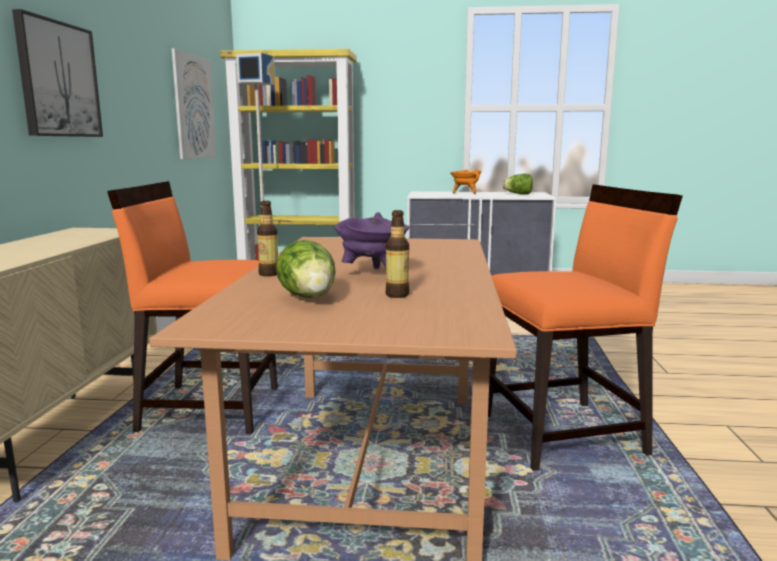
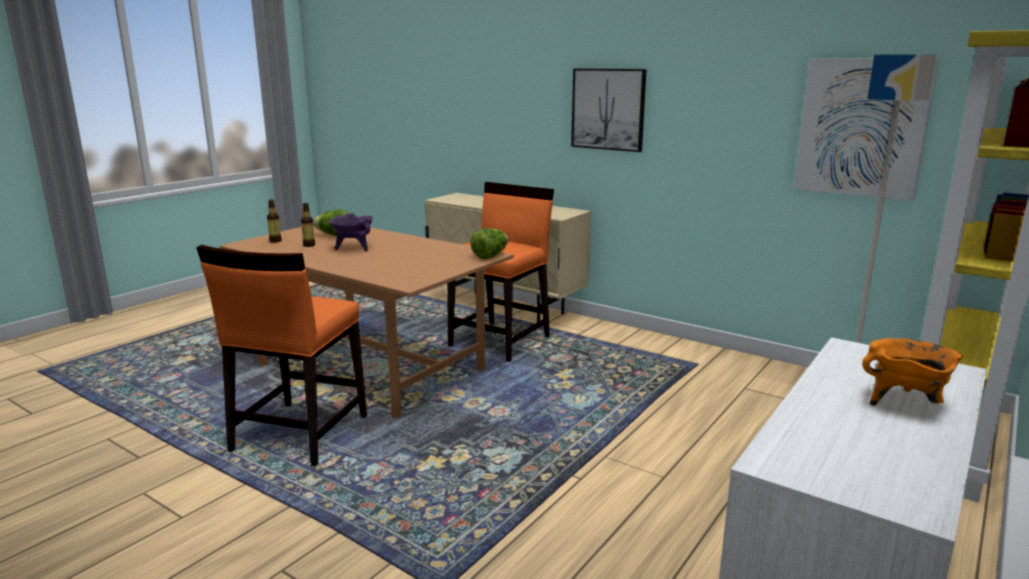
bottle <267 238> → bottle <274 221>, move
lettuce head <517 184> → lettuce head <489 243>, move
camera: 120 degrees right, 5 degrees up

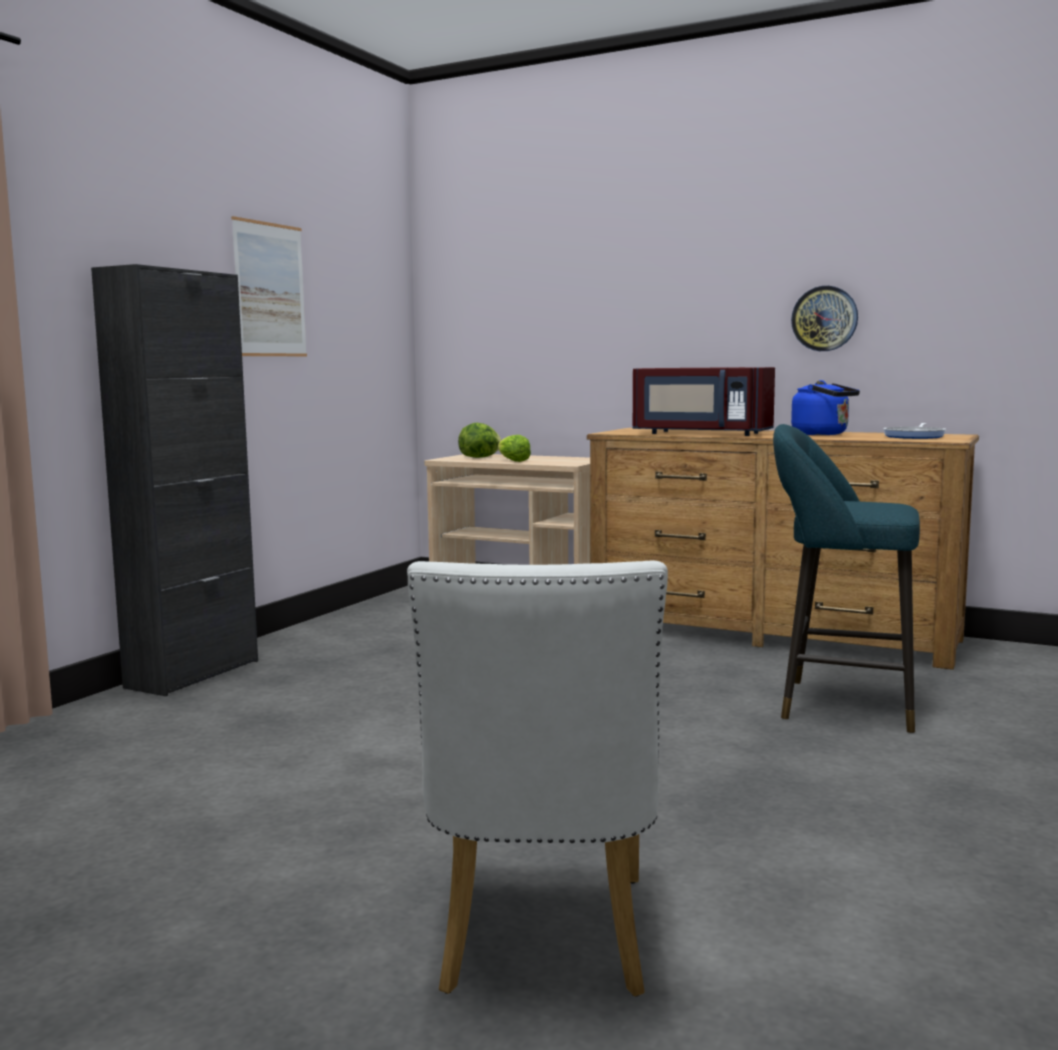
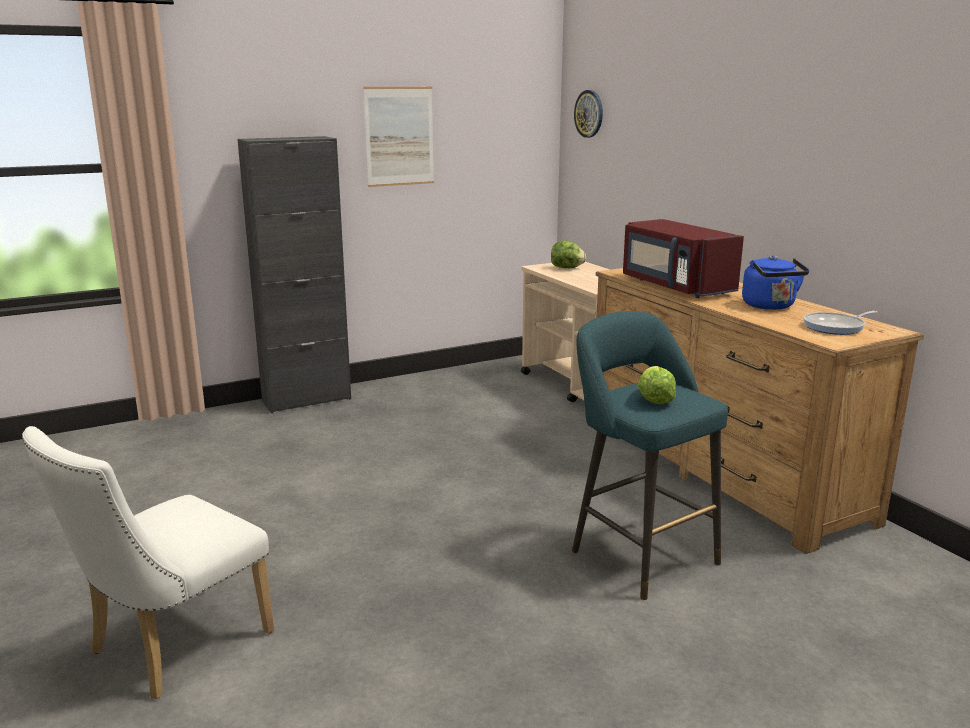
lettuce head <514 448> → lettuce head <657 385>, move
hanging clock <824 318> → hanging clock <588 114>, move
camera: 35 degrees right, 10 degrees up

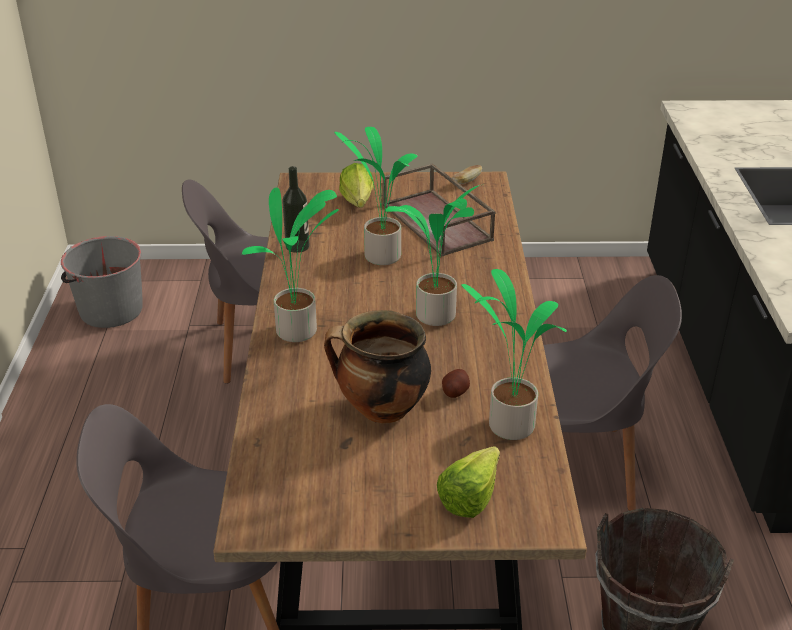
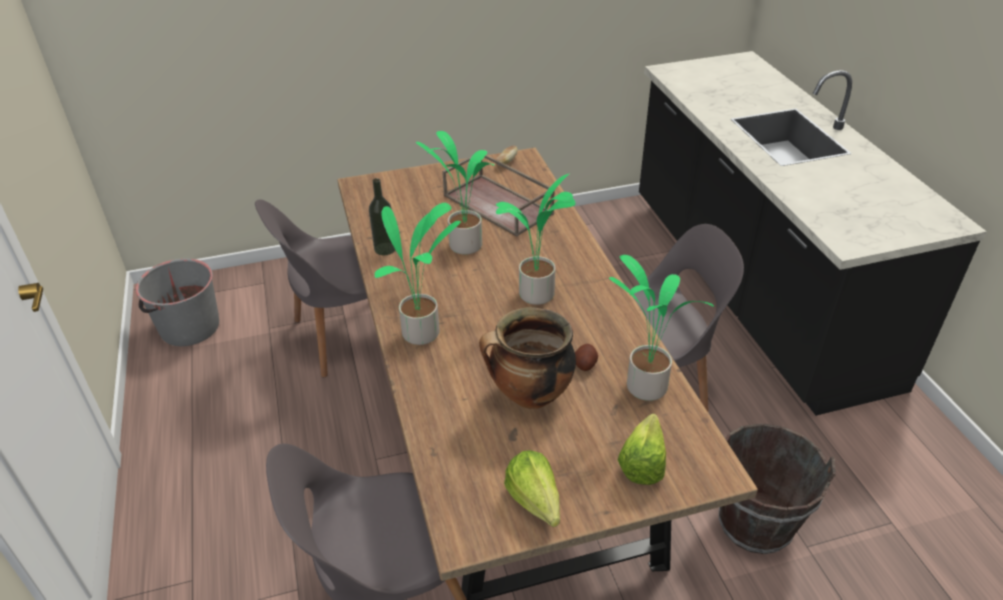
lettuce head <356 185> → lettuce head <532 488>, move
camera: 15 degrees left, 5 degrees up

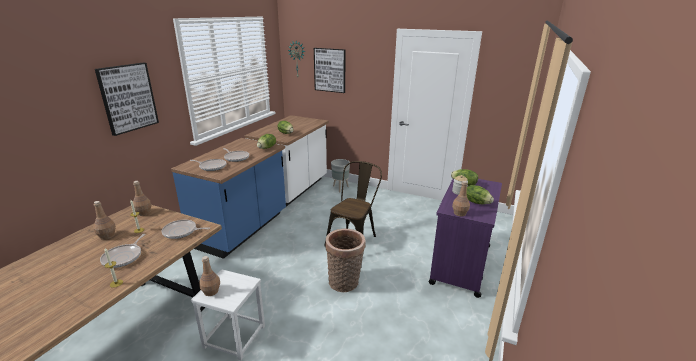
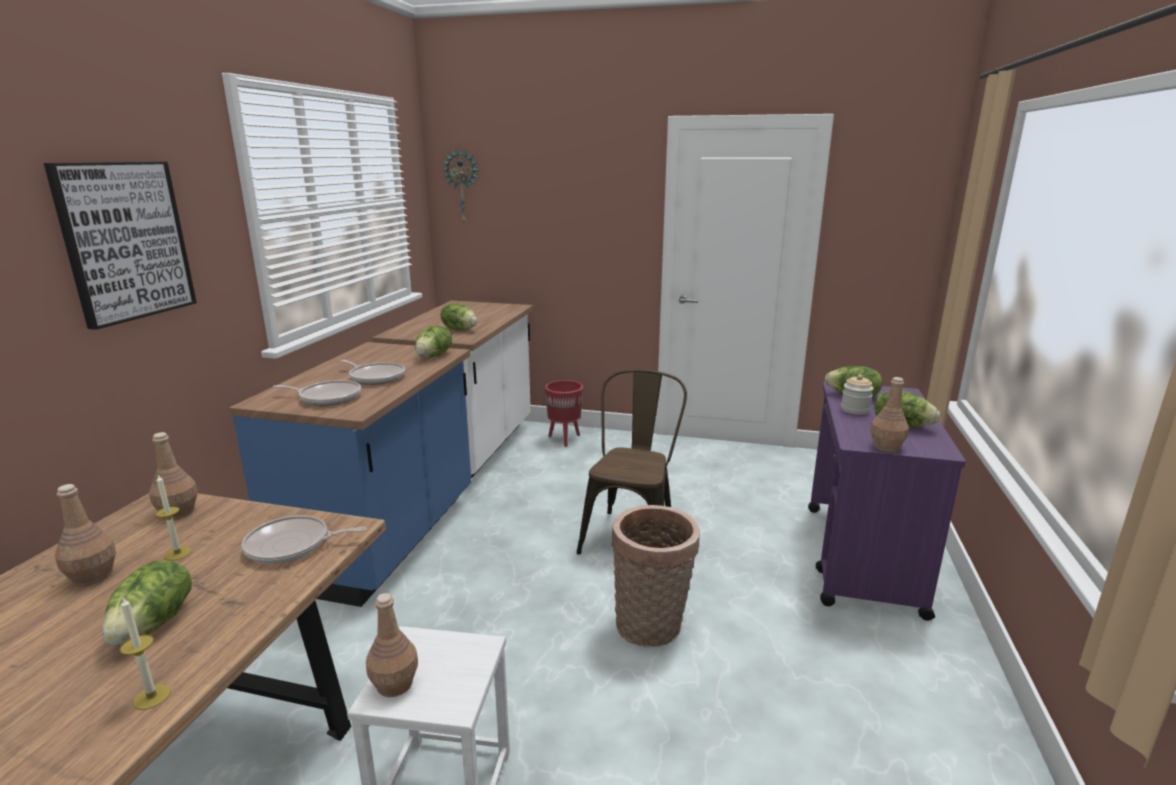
frying pan <123 251> → lettuce head <147 603>
picture <330 70> → -
greyish plant pot <340 175> → reddish plant pot <564 413>
camera: 10 degrees left, 5 degrees down

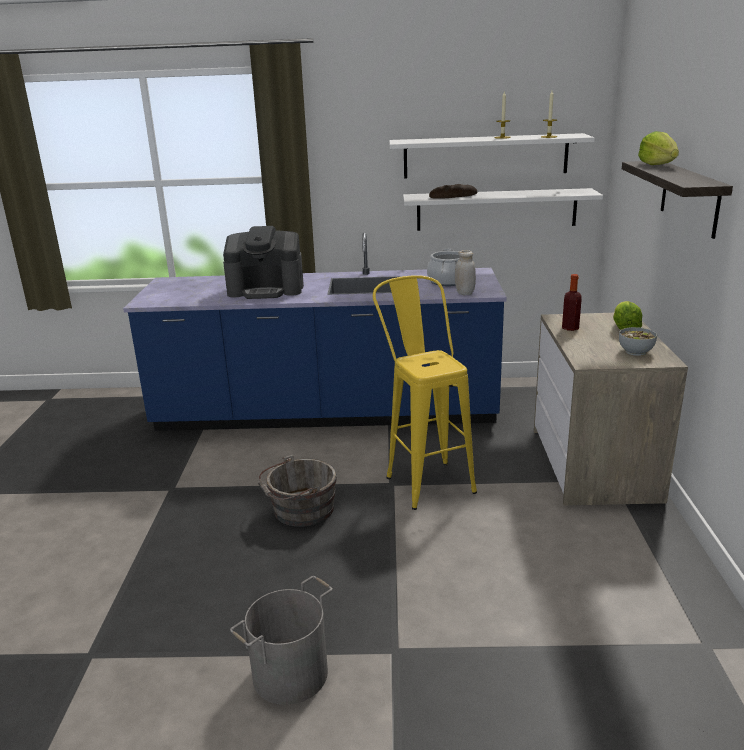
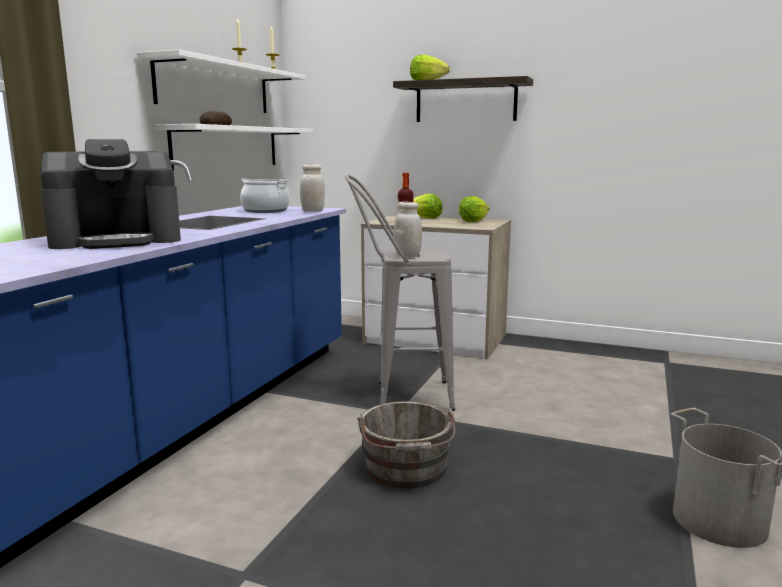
coffee maker <263 262> → coffee maker <111 194>, 45 degrees clockwise
yellow-coloured stool seat <425 392> → greyish stool seat <400 292>
serving bowl <638 341> → lettuce head <474 209>
- → whitish preserve jar <408 229>
camera: 70 degrees left, 10 degrees down

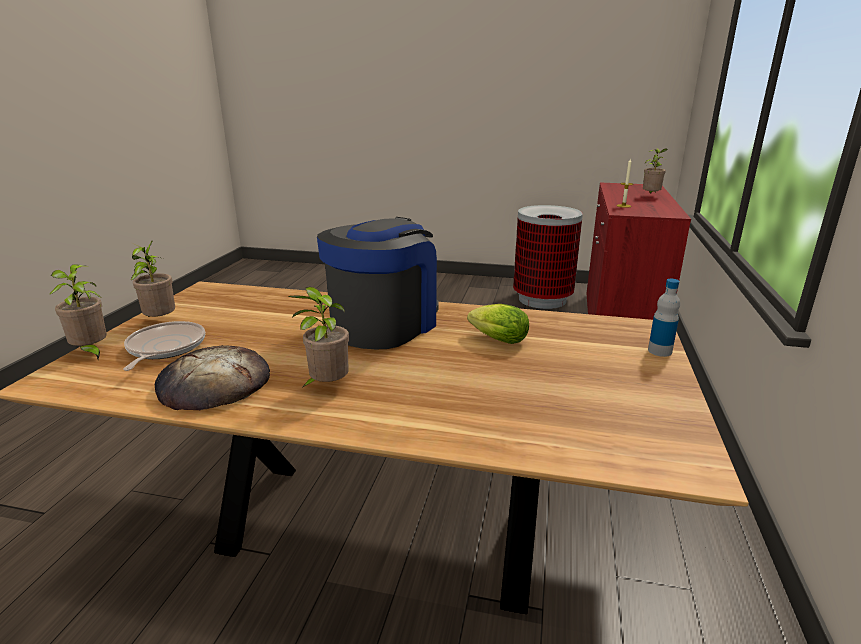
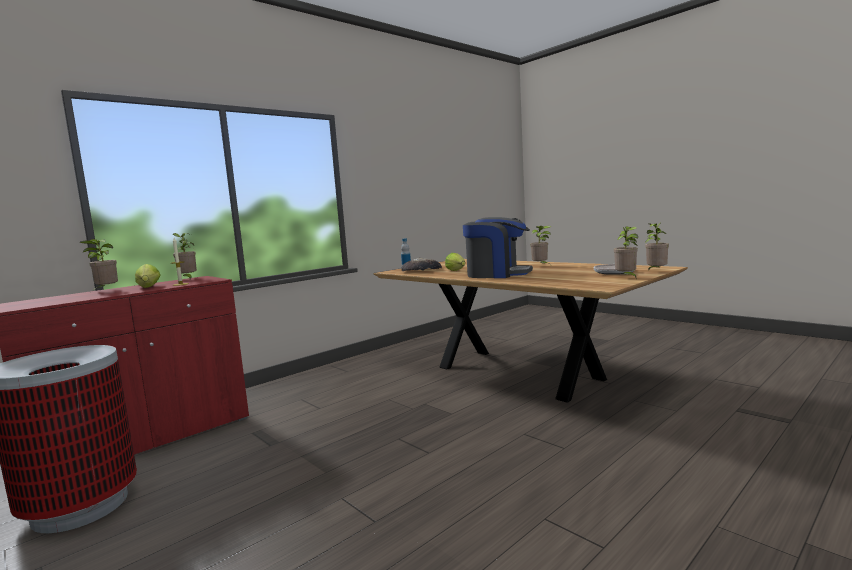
baked bread <212 377> → baked bread <421 264>, move
coffee maker <378 283> → coffee maker <498 247>, 135 degrees counterclockwise
- → lettuce head <147 276>
- → potted plant <184 256>
camera: 145 degrees left, 15 degrees down

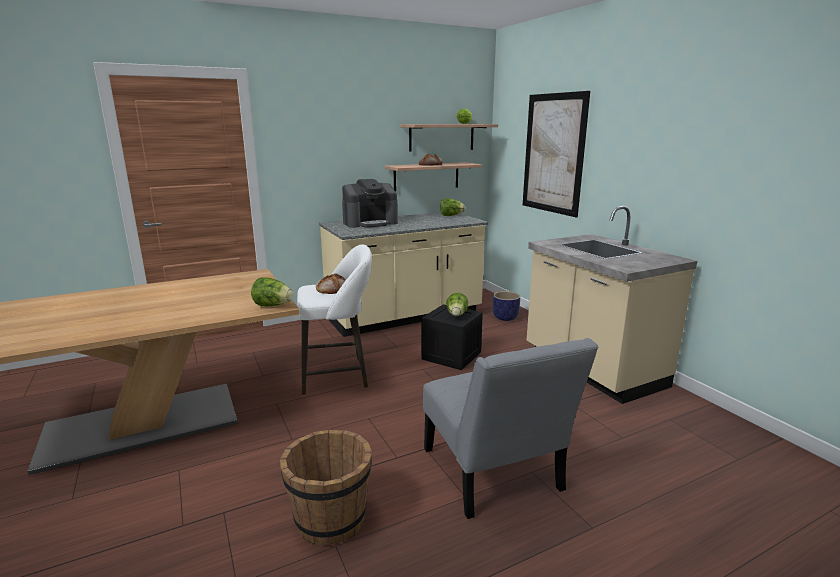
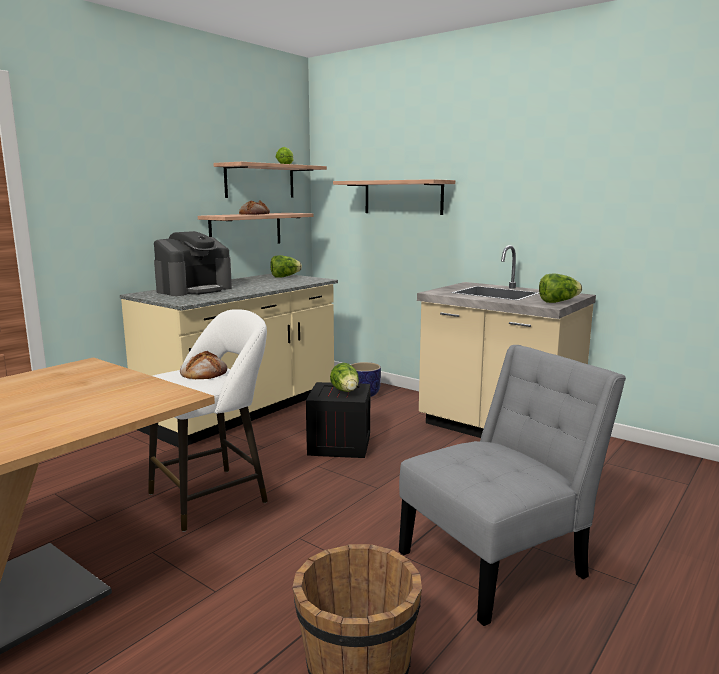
lettuce head <272 291> → lettuce head <560 288>, move
greyish chair <510 428> → greyish chair <512 485>, 75 degrees counterclockwise
picture <556 154> → shelf <394 197>
camera: 25 degrees left, 5 degrees down

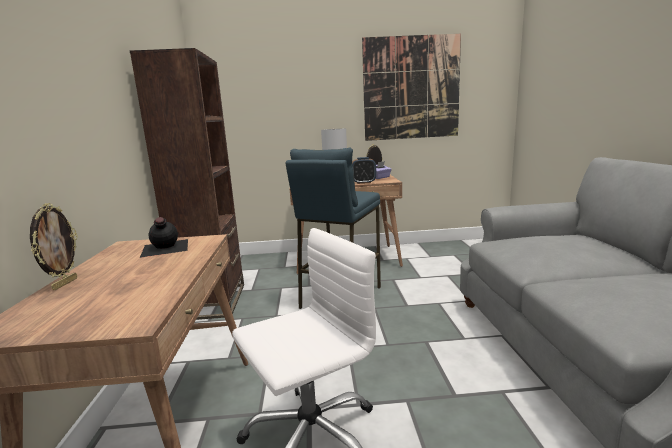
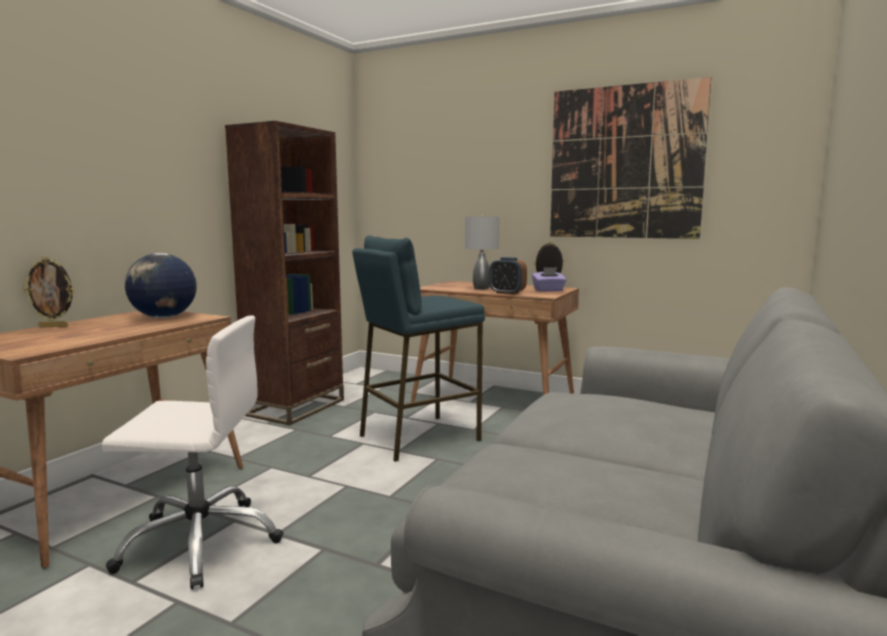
standing frame <54 246> → standing frame <48 292>, 45 degrees clockwise
black bottle <164 237> → desk globe <161 285>
camera: 30 degrees right, 5 degrees down

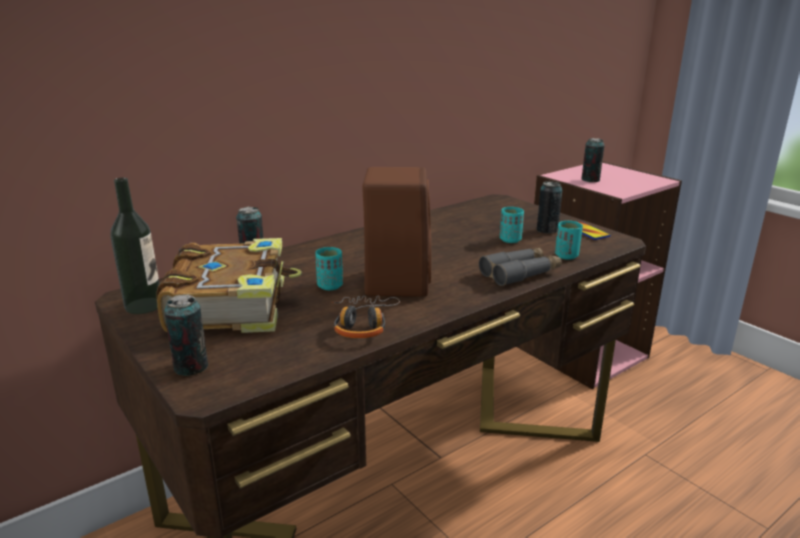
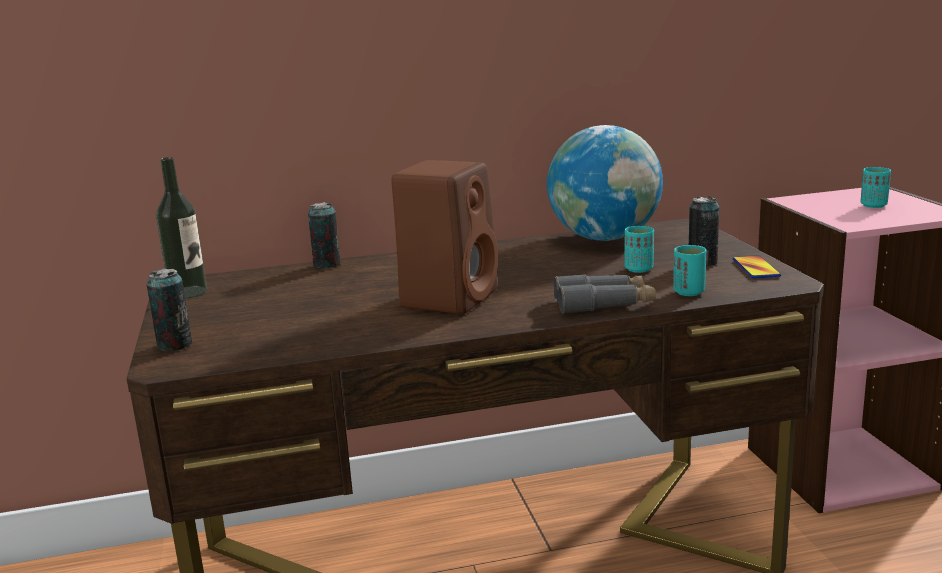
volume <229 285> → -
turquoise cup <329 268> → turquoise cup <875 187>, move
headset <365 317> → -
sealed can <593 160> → -
- → desk globe <605 183>
camera: 25 degrees right, 5 degrees down

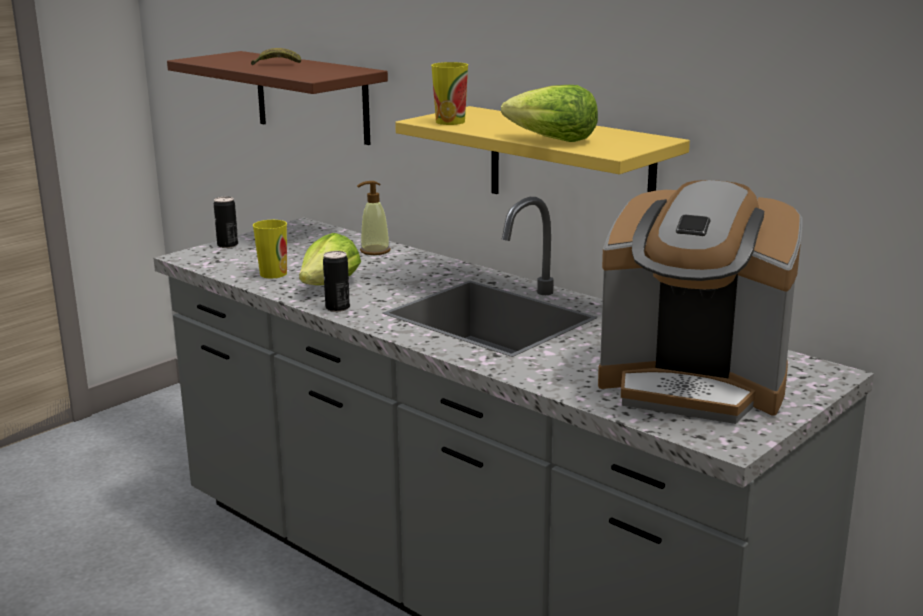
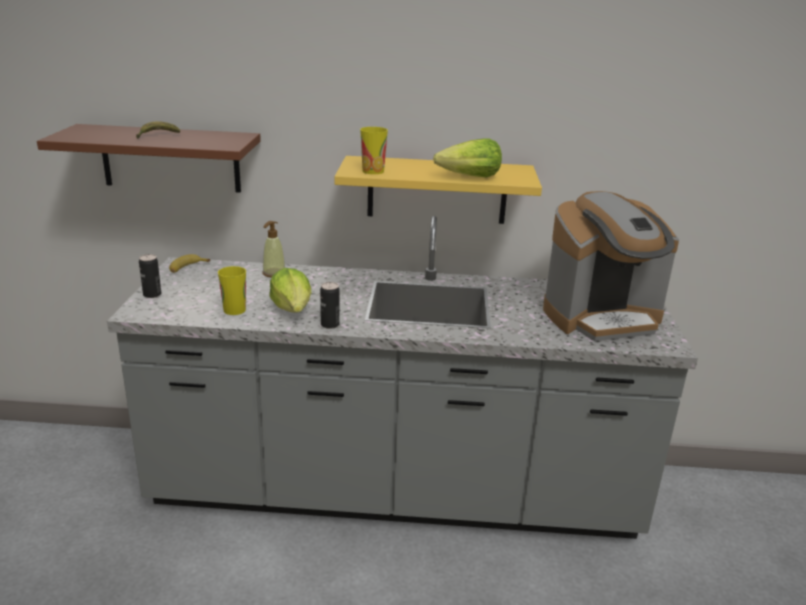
- → banana <189 263>
camera: 40 degrees left, 5 degrees up

